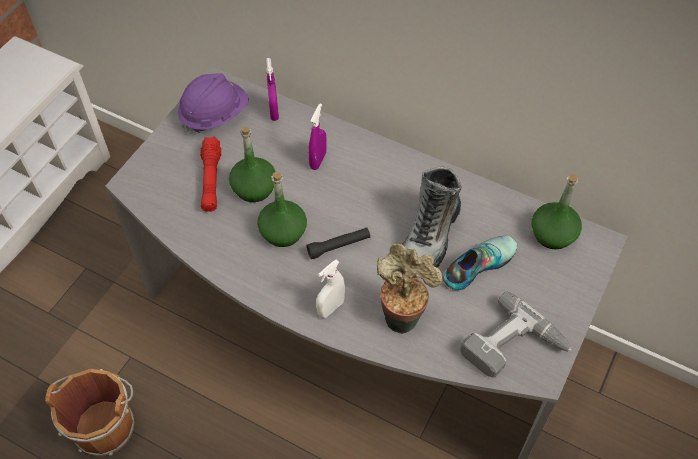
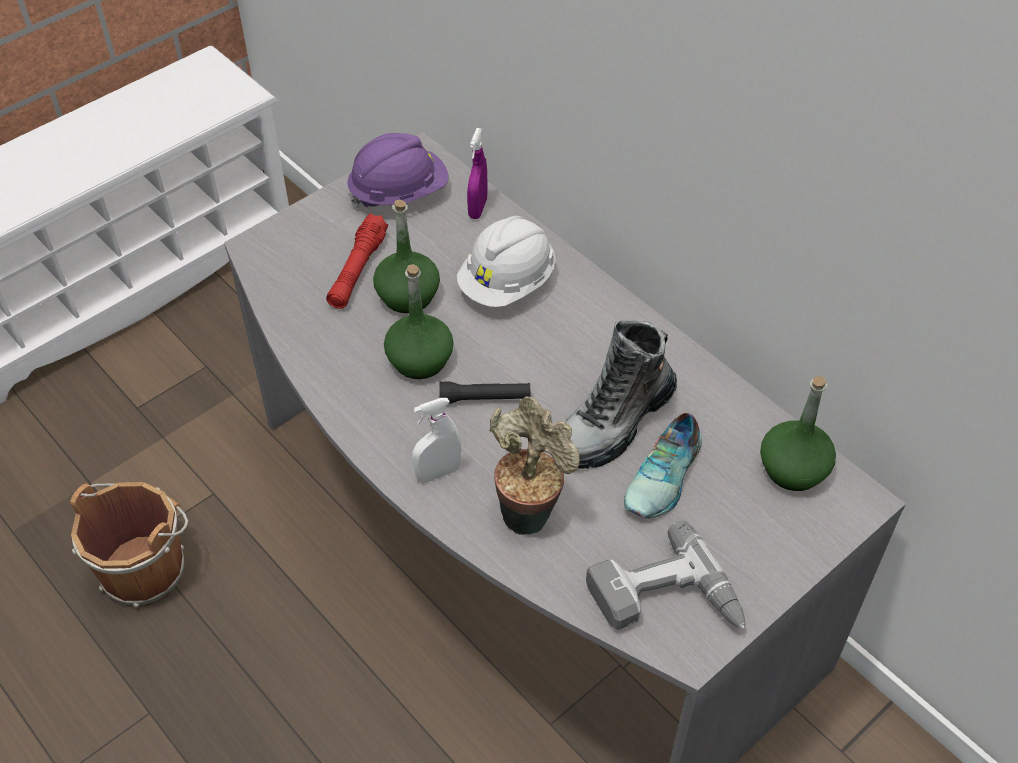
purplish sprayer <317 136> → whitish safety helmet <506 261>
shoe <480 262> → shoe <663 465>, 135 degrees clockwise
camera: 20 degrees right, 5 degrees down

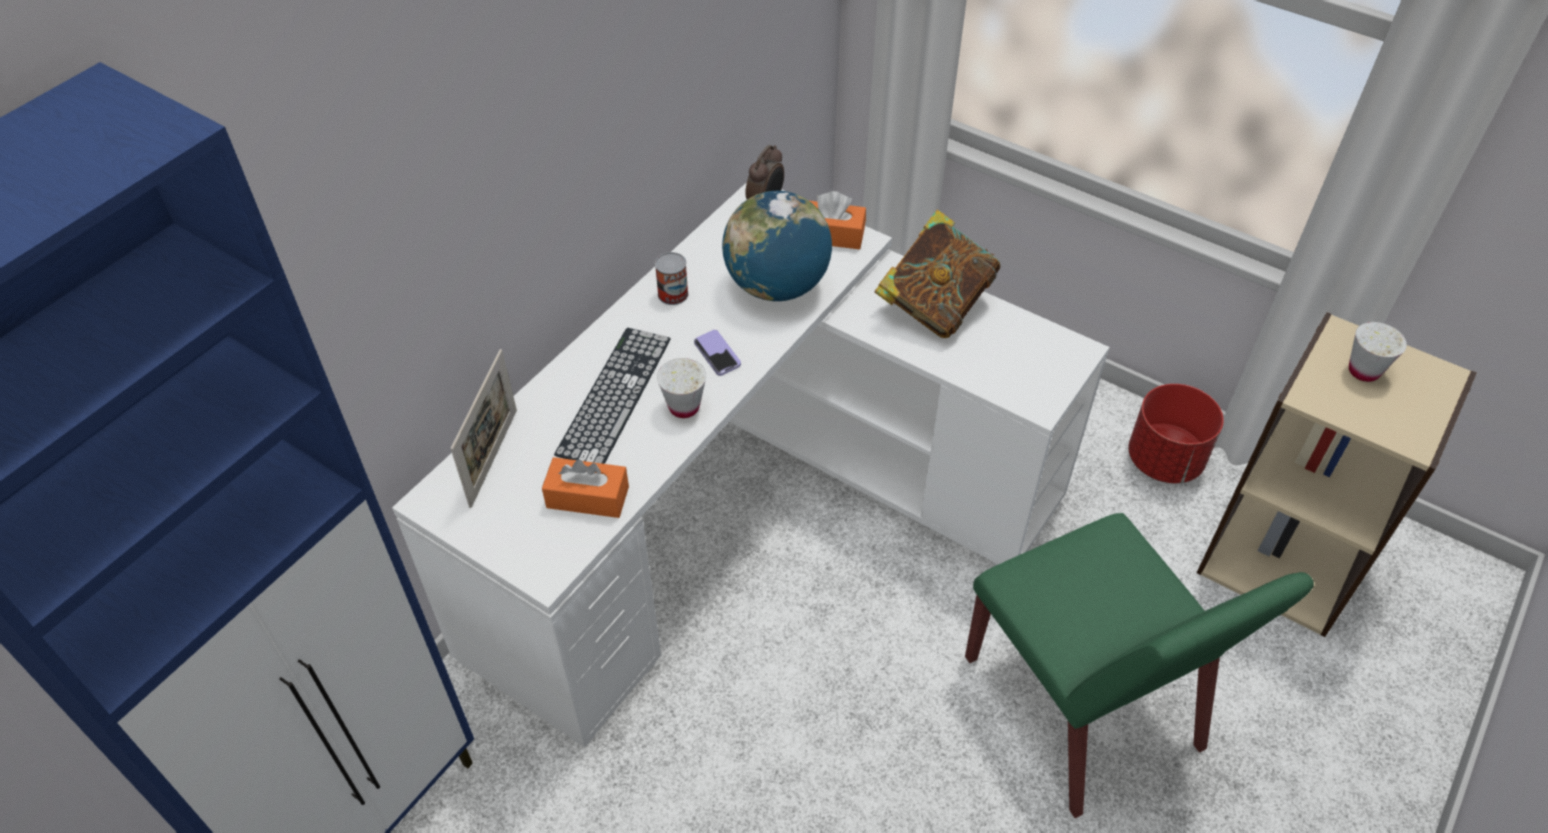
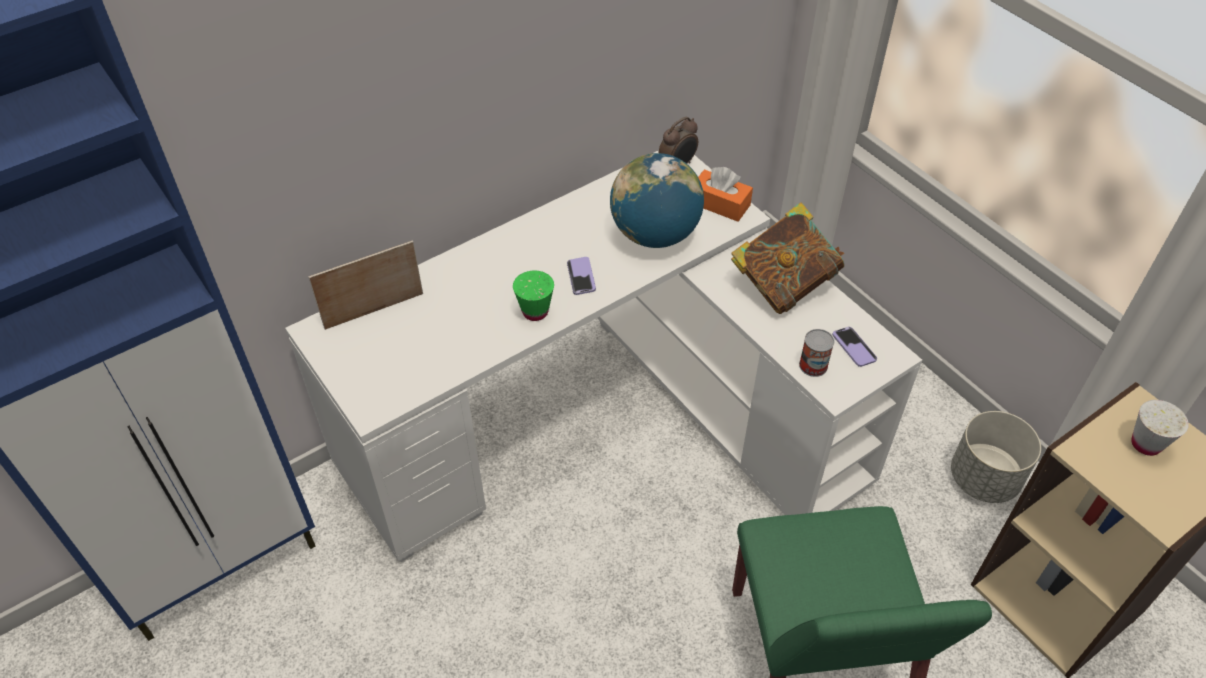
standing frame <484 428> → standing frame <365 285>, 150 degrees counterclockwise
orange tissue holder <585 487> → -
computer keyboard <612 396> → -
sealed can <671 278> → sealed can <816 353>, move
whitish cup <681 388> → greenish cup <533 296>
reddish plant pot <1176 433> → greyish plant pot <996 457>
- → phone <854 347>
camera: 20 degrees right, 0 degrees up

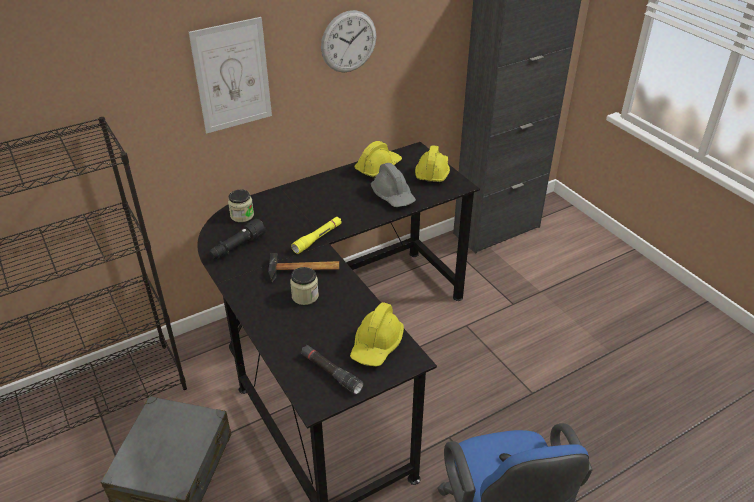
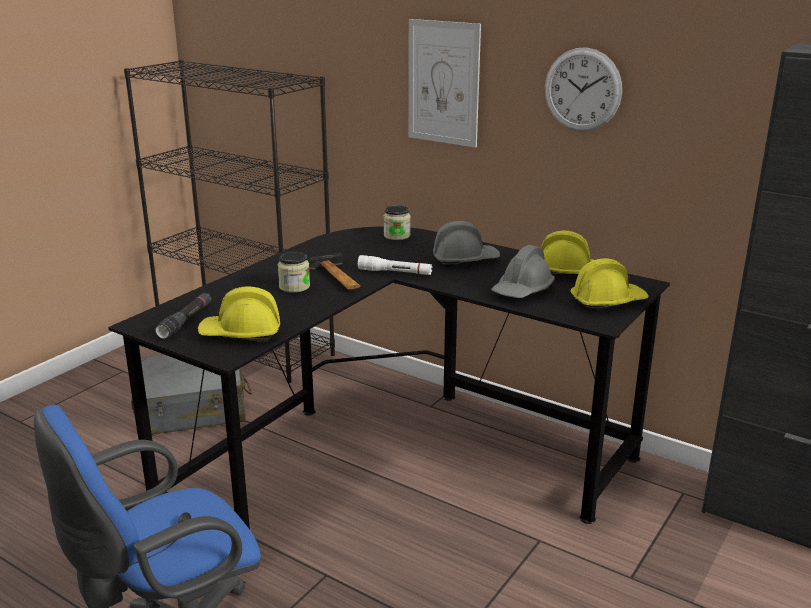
black flashlight <237 239> → -
yellow-coloured flashlight <316 235> → whitish flashlight <395 265>
- → greyish safety helmet <466 244>
camera: 65 degrees right, 15 degrees down

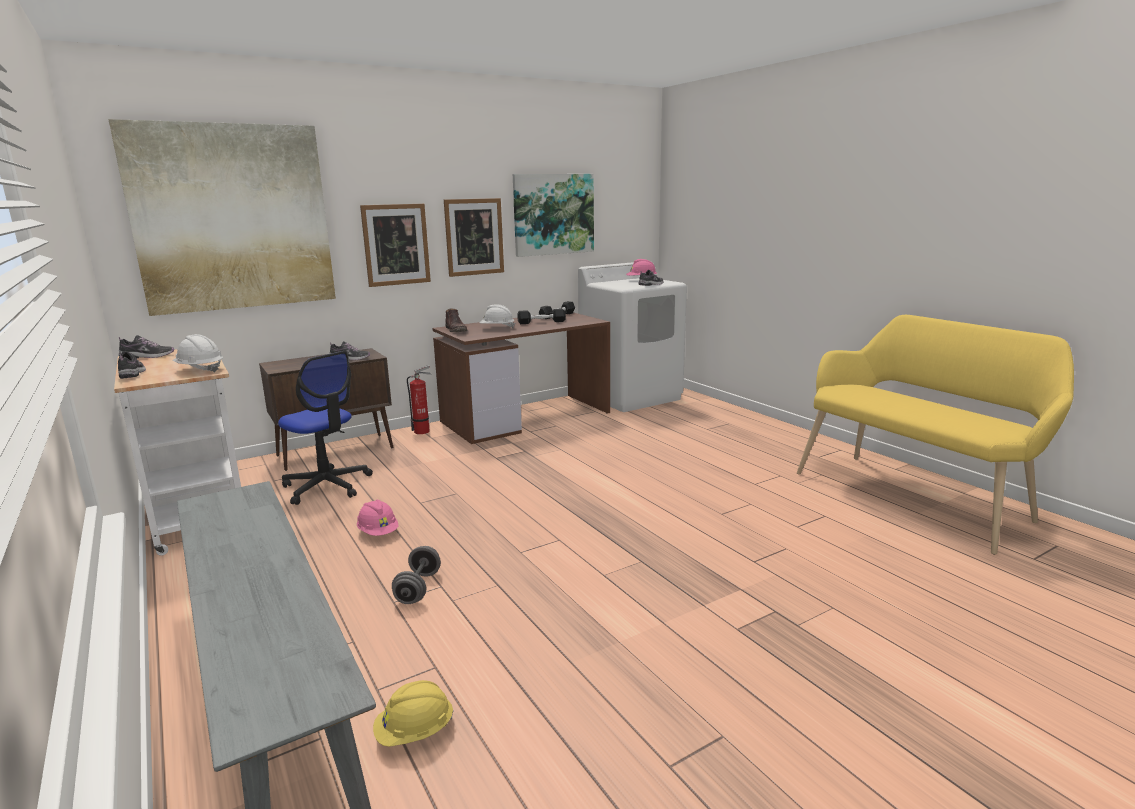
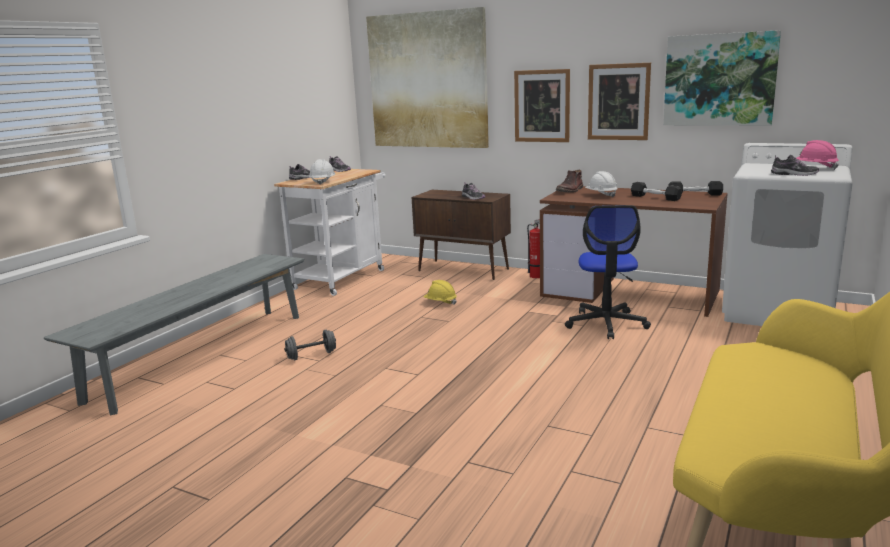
desk chair <325 428> → desk chair <608 272>, move
pinkish safety helmet <378 518> → -
yellow-coloured safety helmet <413 713> → yellow-coloured safety helmet <440 292>, move
camera: 60 degrees right, 0 degrees up

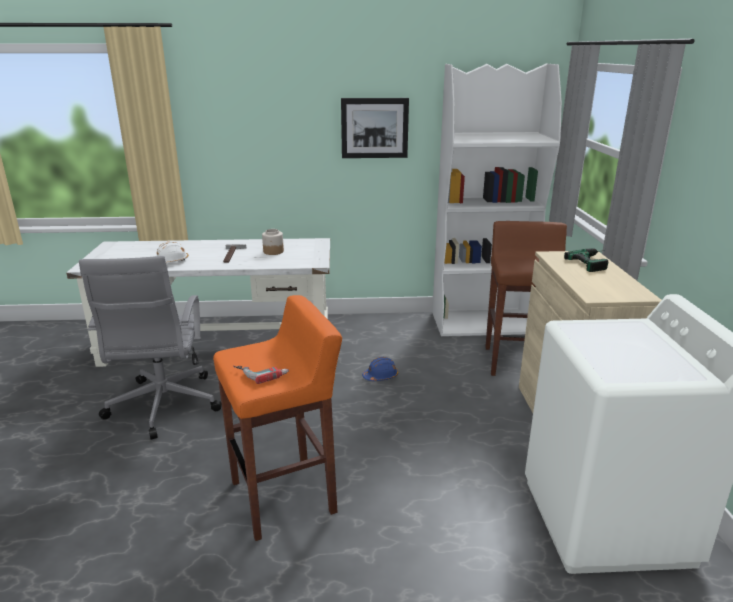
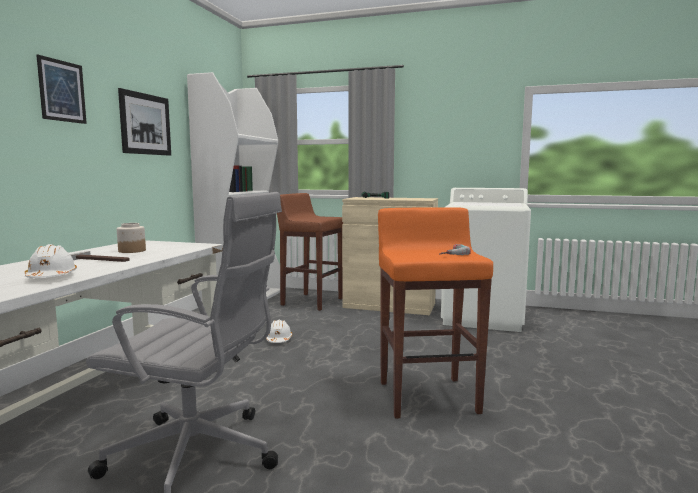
bluish safety helmet <380 369> → whitish safety helmet <279 331>
- → picture <61 89>
camera: 70 degrees left, 15 degrees down

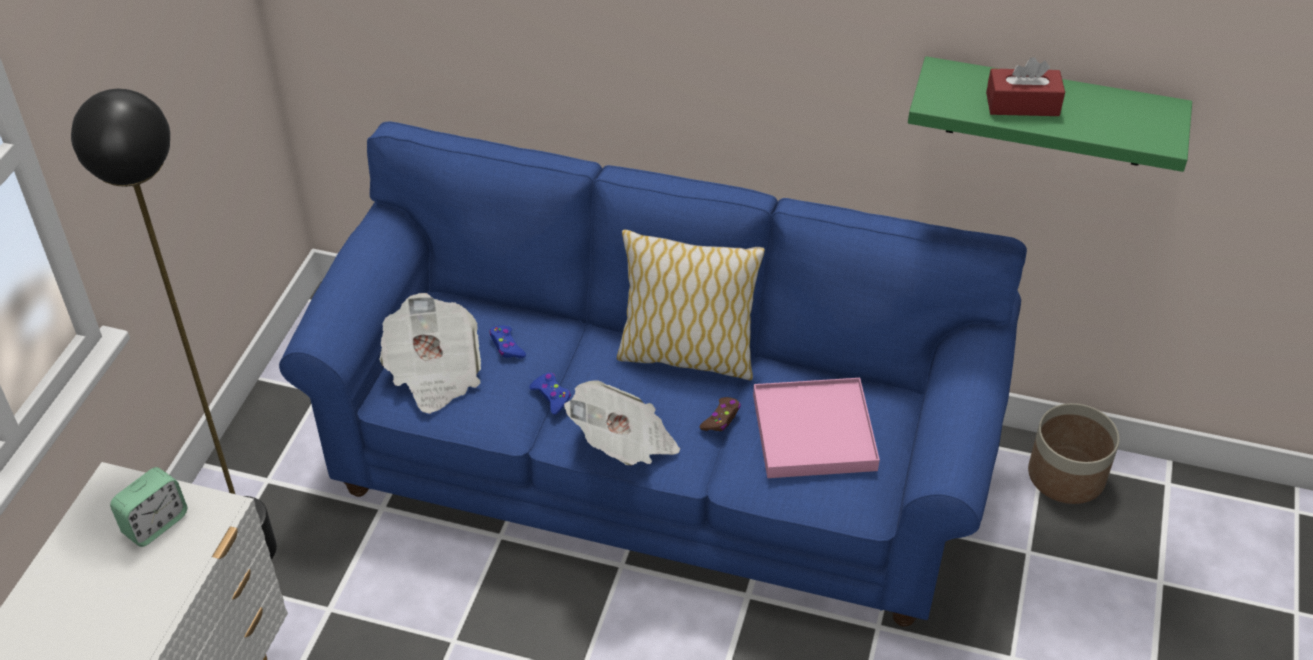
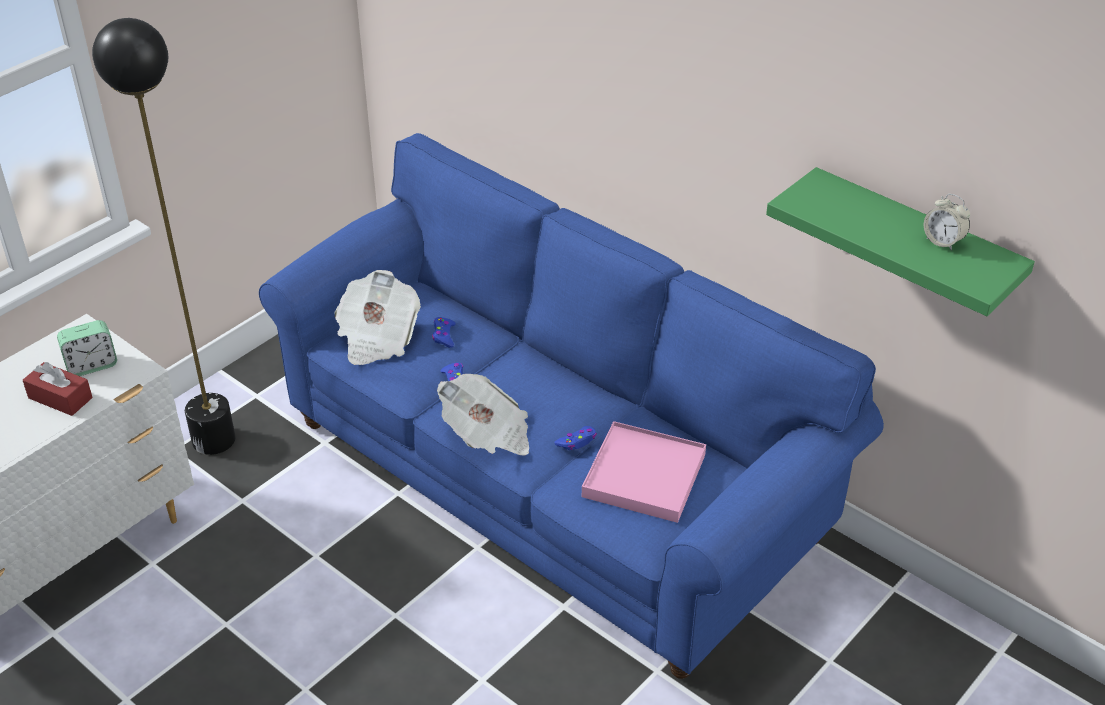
cushion <691 304> → -
brown gamepad <720 414> → bluish gamepad <575 438>
reddish tissue holder <1025 86> → reddish tissue holder <58 389>, move
plant pot <1074 453> → -
- → bedside clock <947 222>
camera: 25 degrees right, 5 degrees down

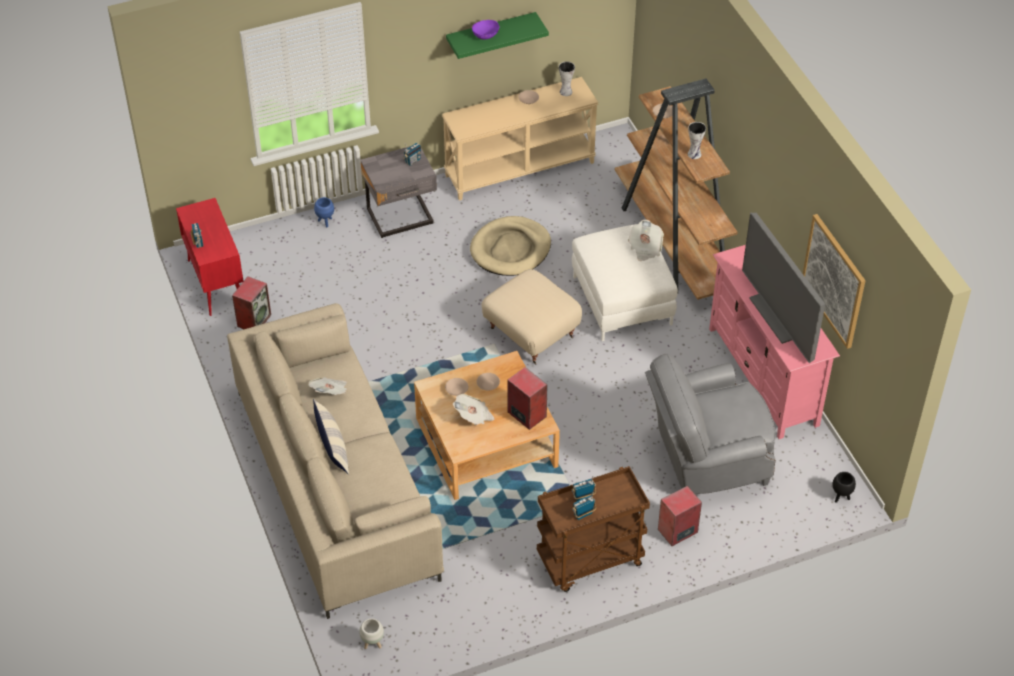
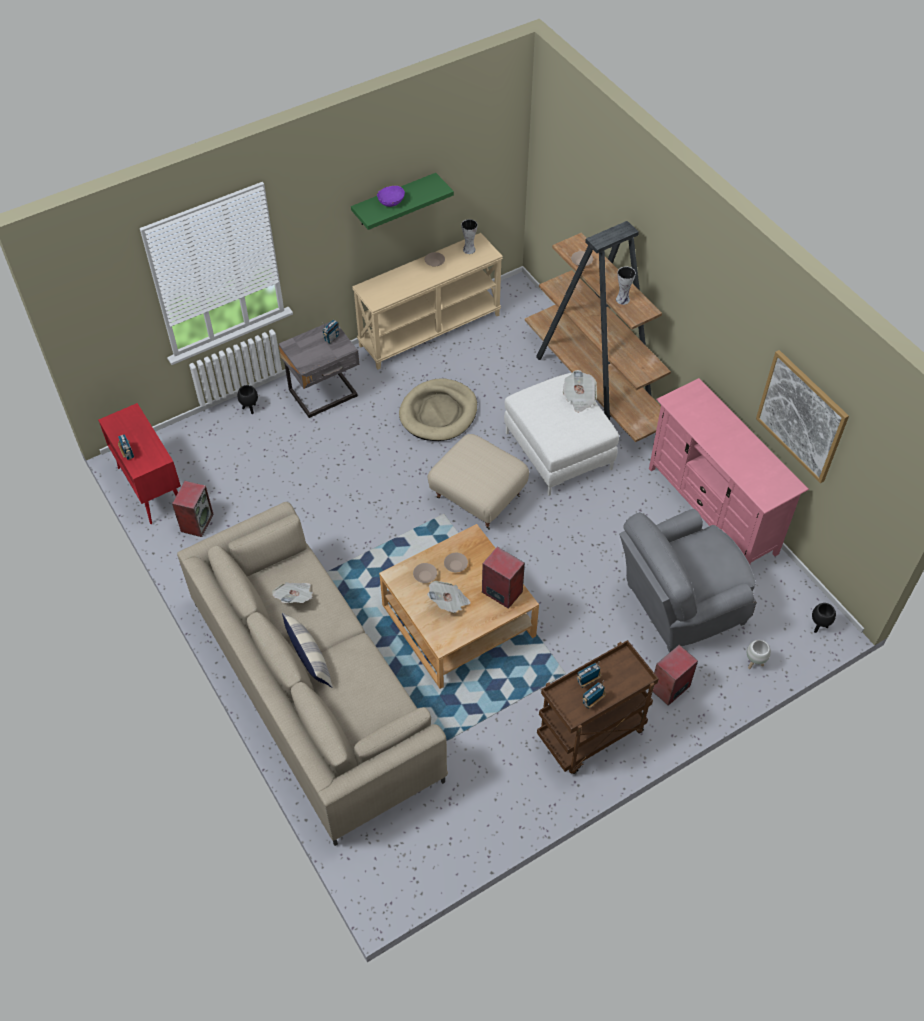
bluish plant pot <324 212> → black plant pot <248 399>
whitish plant pot <371 633> → whitish plant pot <759 654>, move
TV set <783 288> → -
camera: 10 degrees left, 5 degrees up

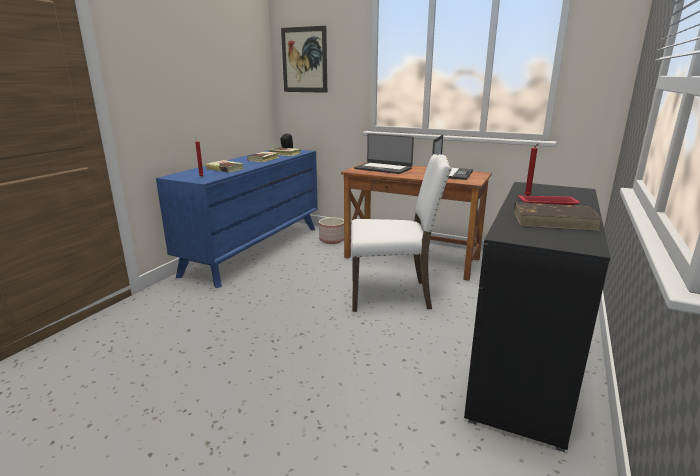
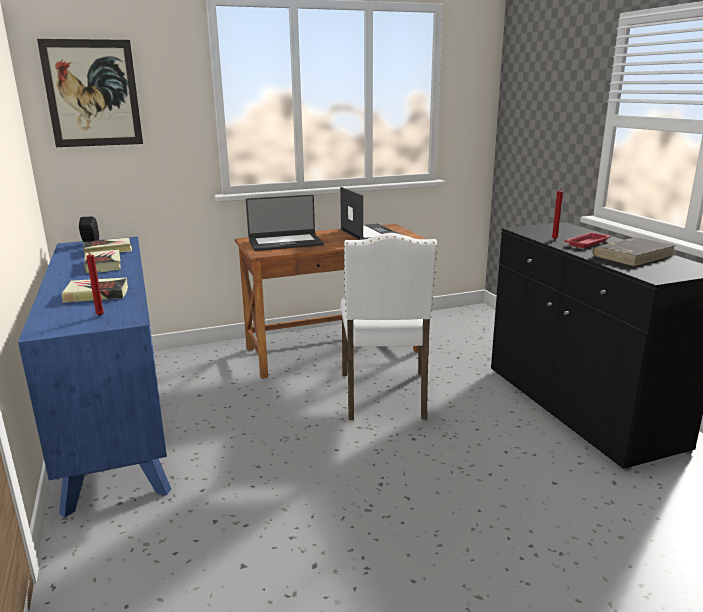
plant pot <331 230> → -
whitish chair <401 233> → whitish chair <389 326>, 135 degrees clockwise
camera: 45 degrees left, 0 degrees up

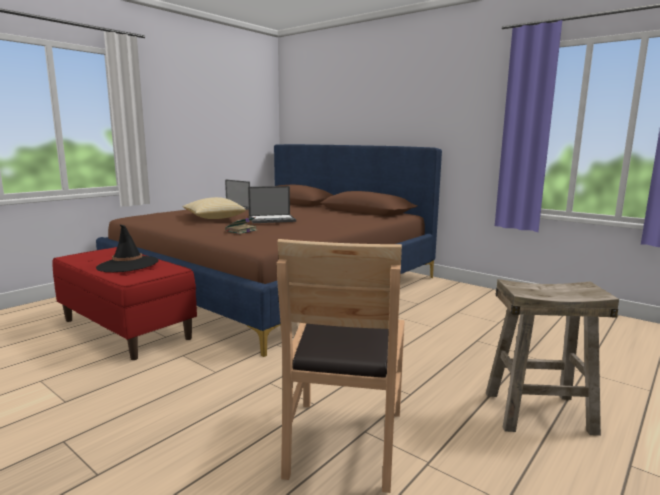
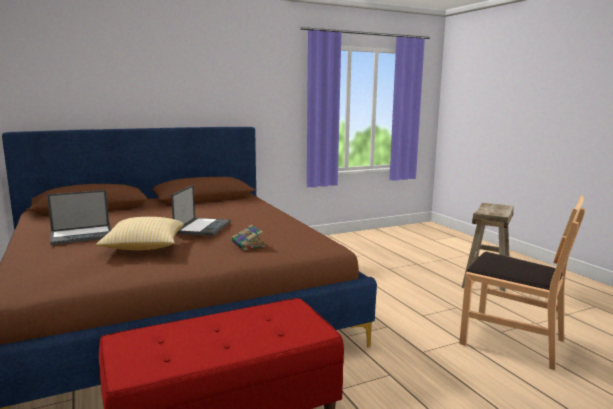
black wearable hat <127 248> → -
camera: 65 degrees left, 0 degrees up

